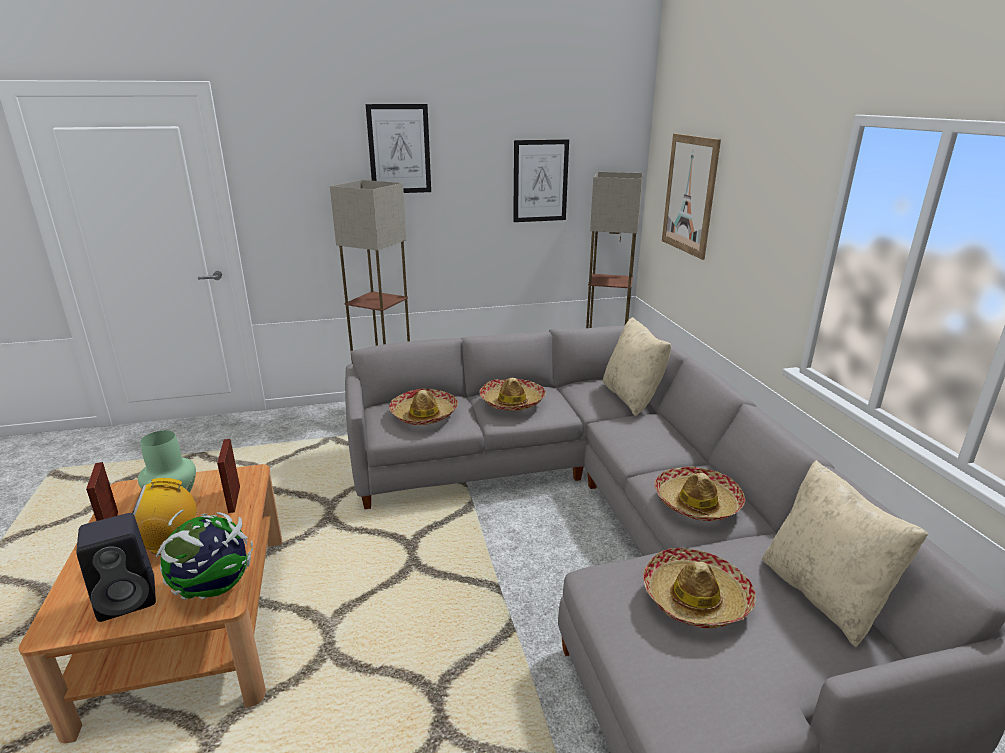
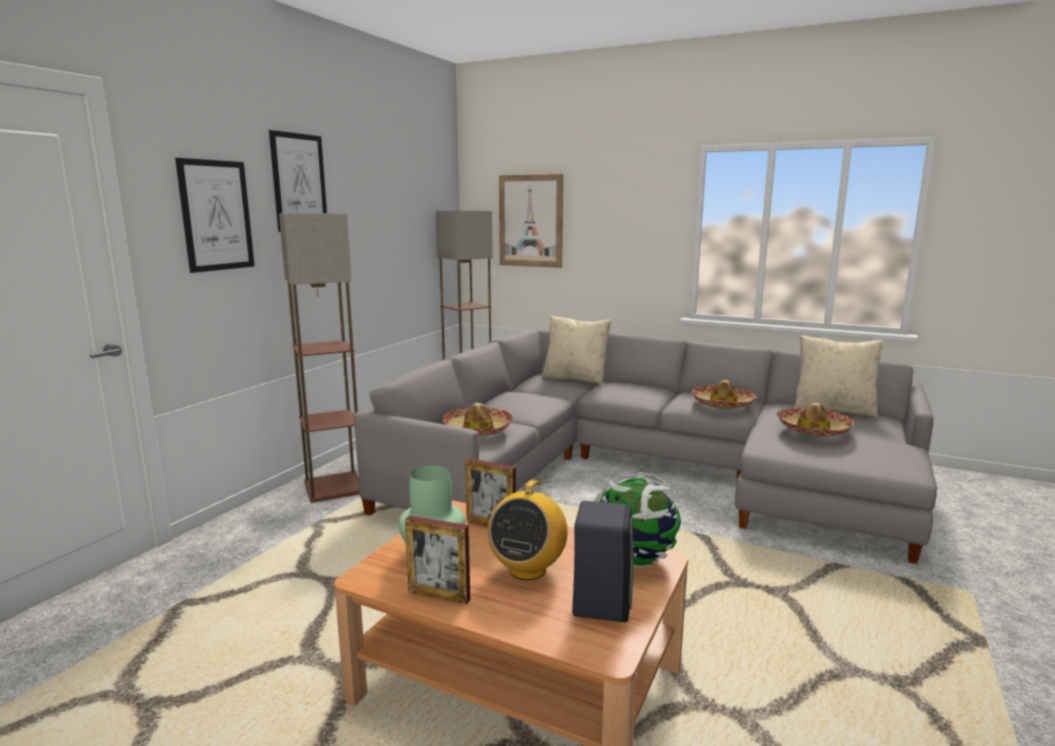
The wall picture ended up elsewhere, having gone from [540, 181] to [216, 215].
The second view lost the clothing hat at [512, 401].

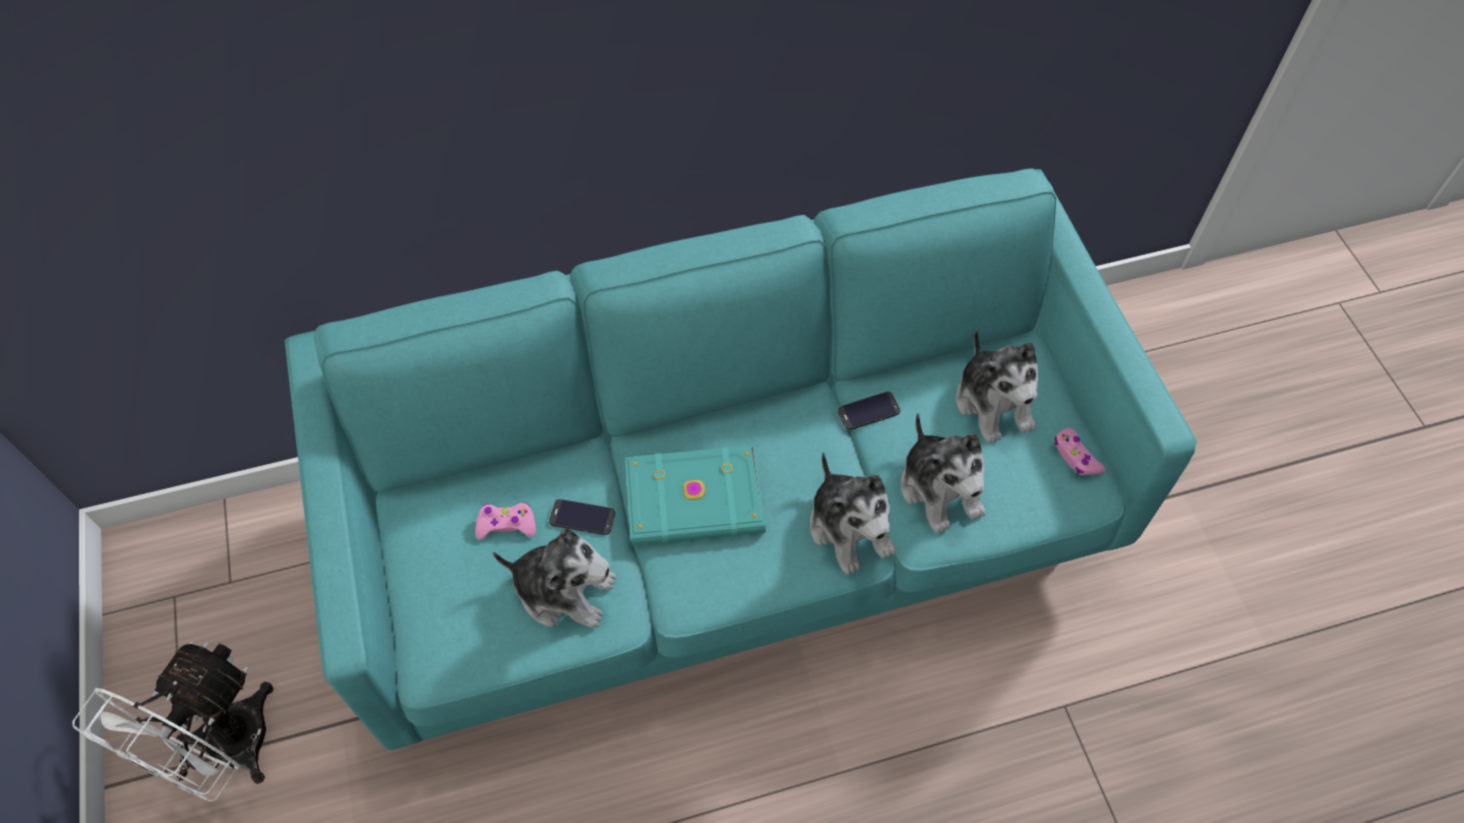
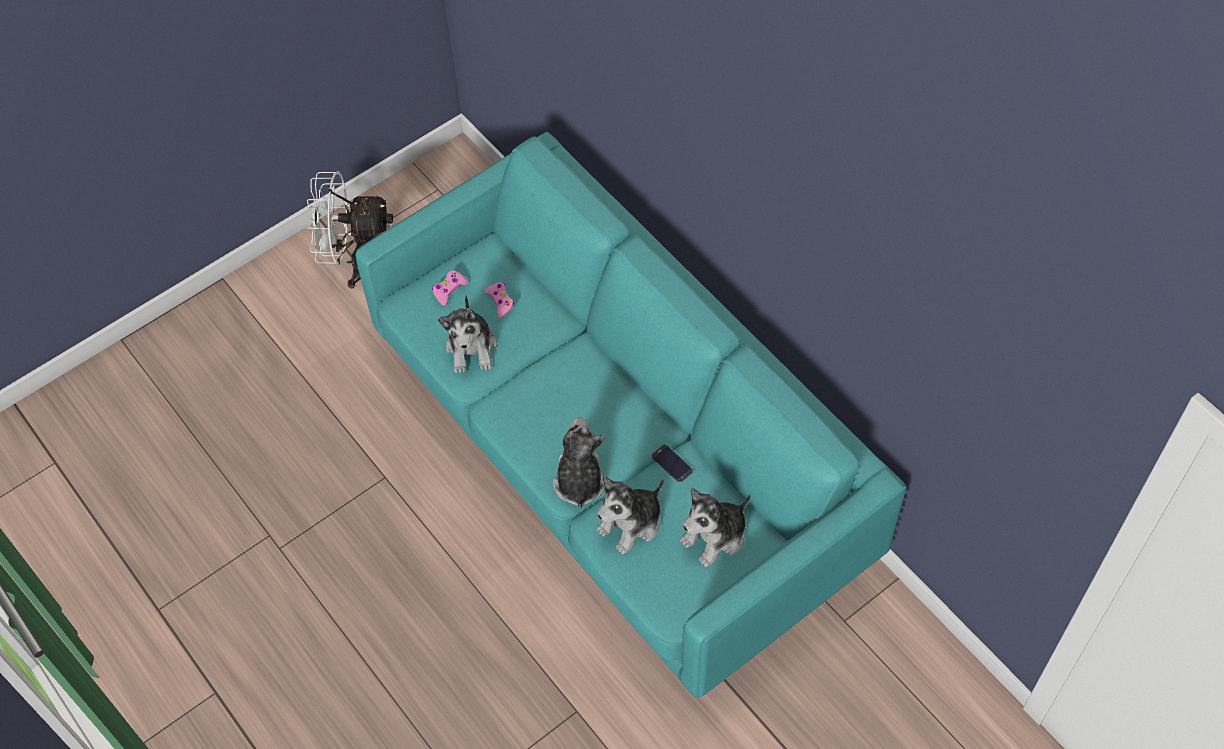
The pinkish gamepad ended up elsewhere, having gone from [1075, 457] to [449, 290].
The second view lost the blue-green volume at [695, 502].
The soft toy at [850, 528] ended up facing another way, 135 degrees clockwise from before.
The second view lost the telephone at [582, 517].

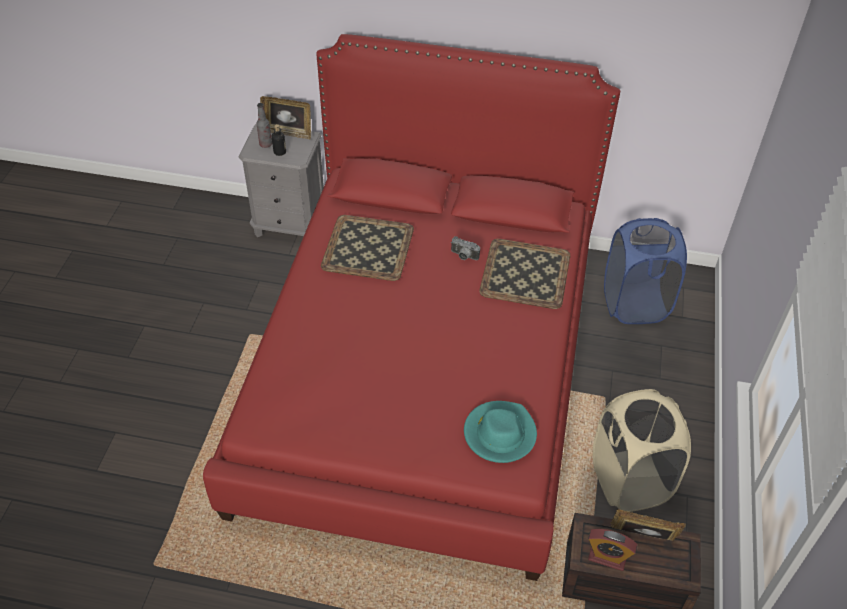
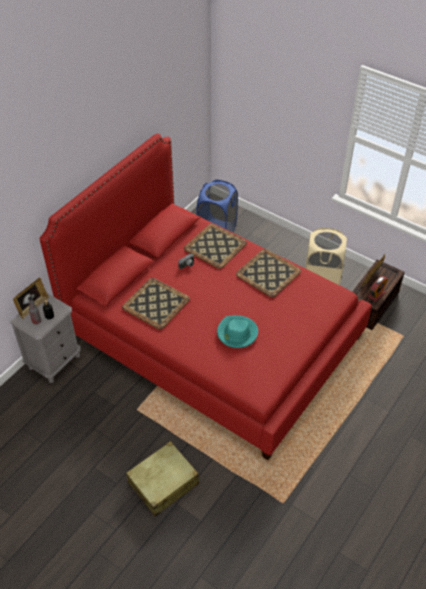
The blue-green clothing hat ended up elsewhere, having gone from [499, 434] to [237, 333].
The second view gained the tray at [267, 273].
The second view gained the sand-coloured piece of luggage at [164, 483].

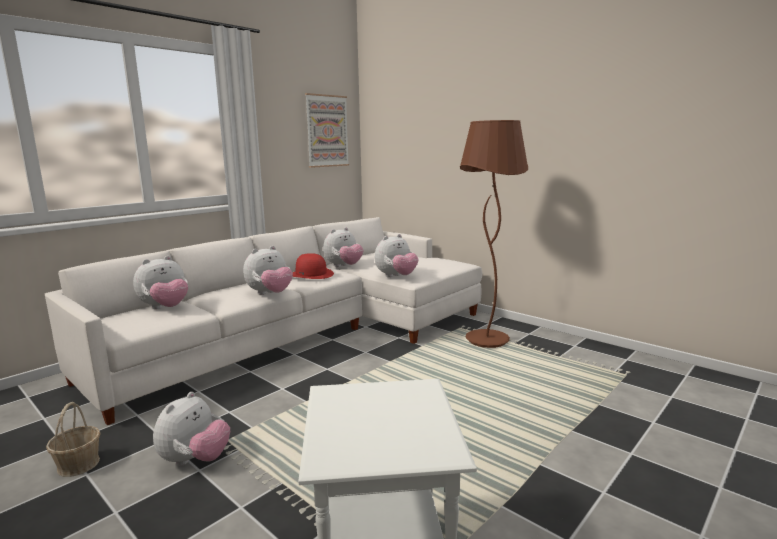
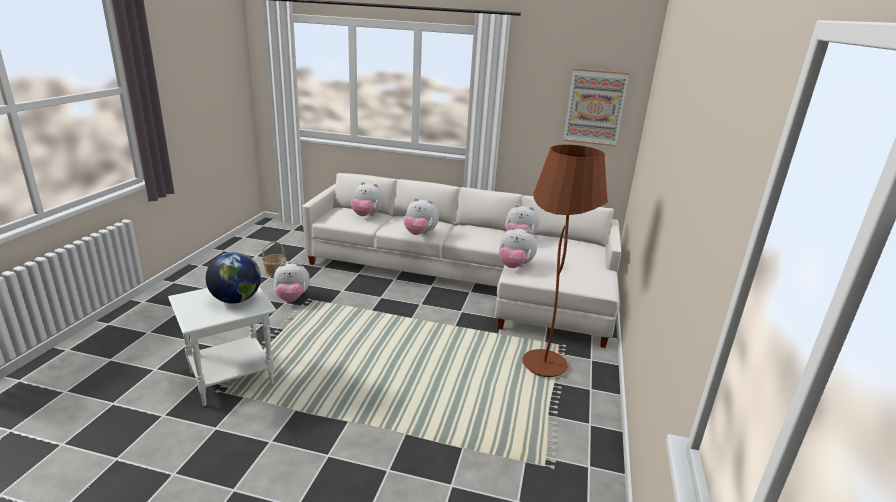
The second view lost the red clothing hat at [311, 274].
The second view gained the world globe at [236, 300].

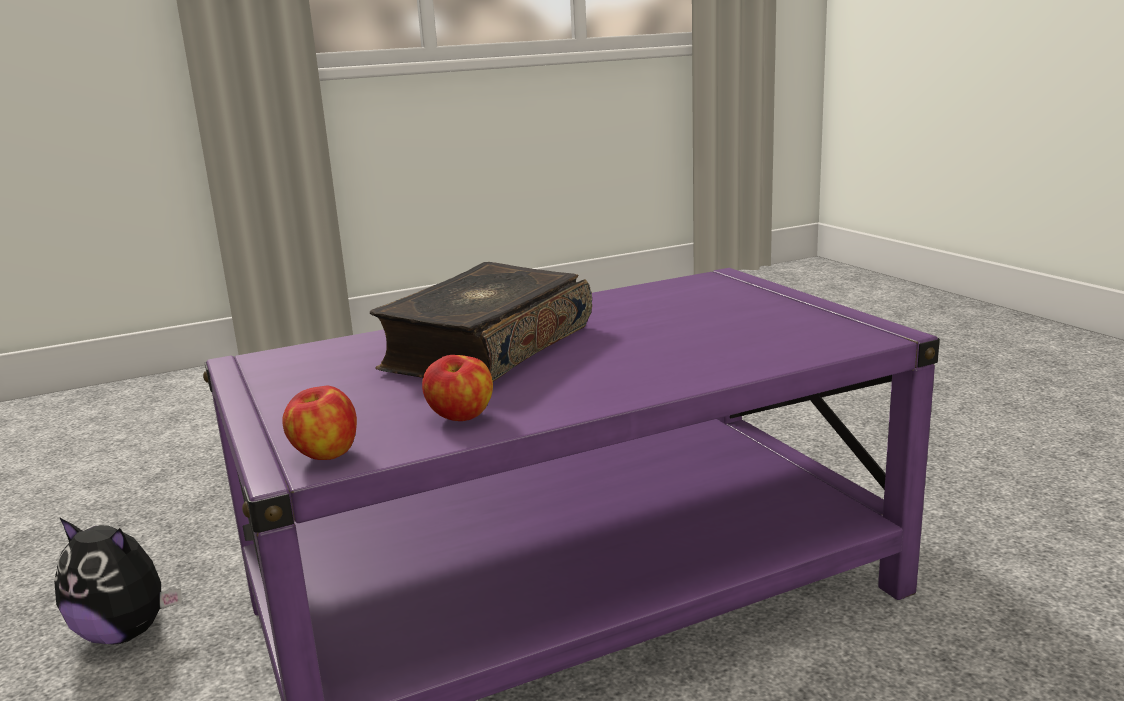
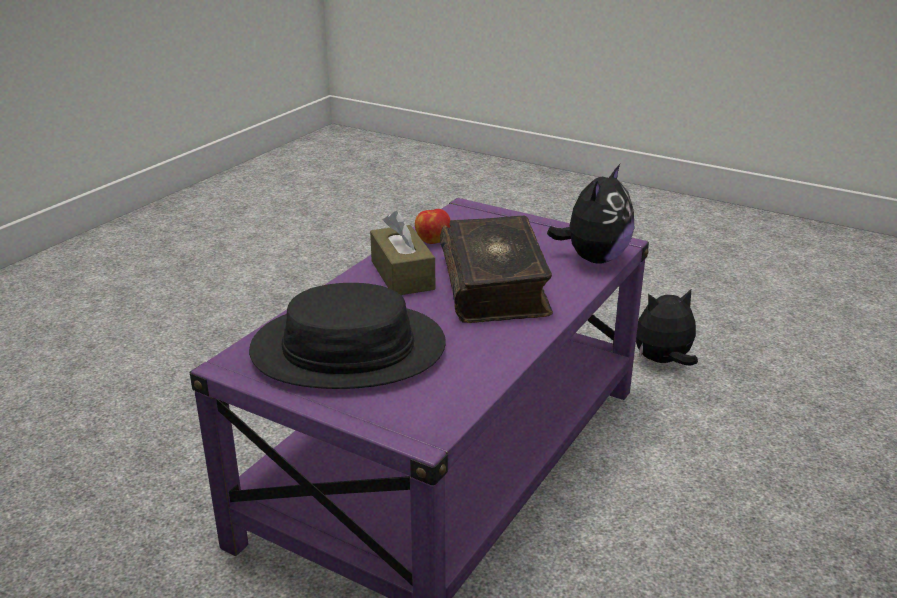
The second view lost the apple fruit at [325, 454].
The second view gained the soft toy at [594, 258].
The second view gained the brownish tissue holder at [402, 275].
The second view gained the blackish clothing hat at [348, 349].

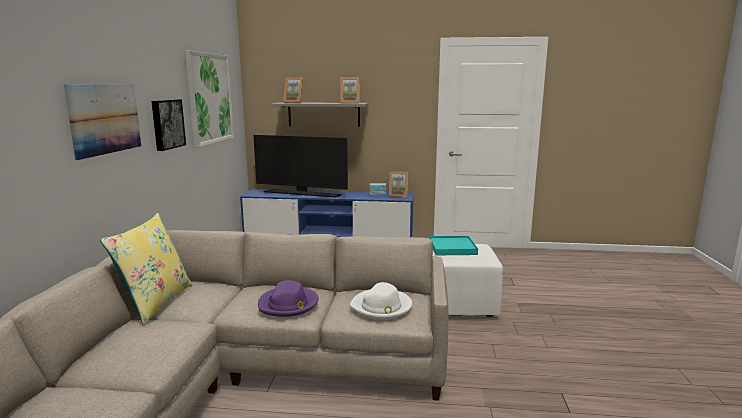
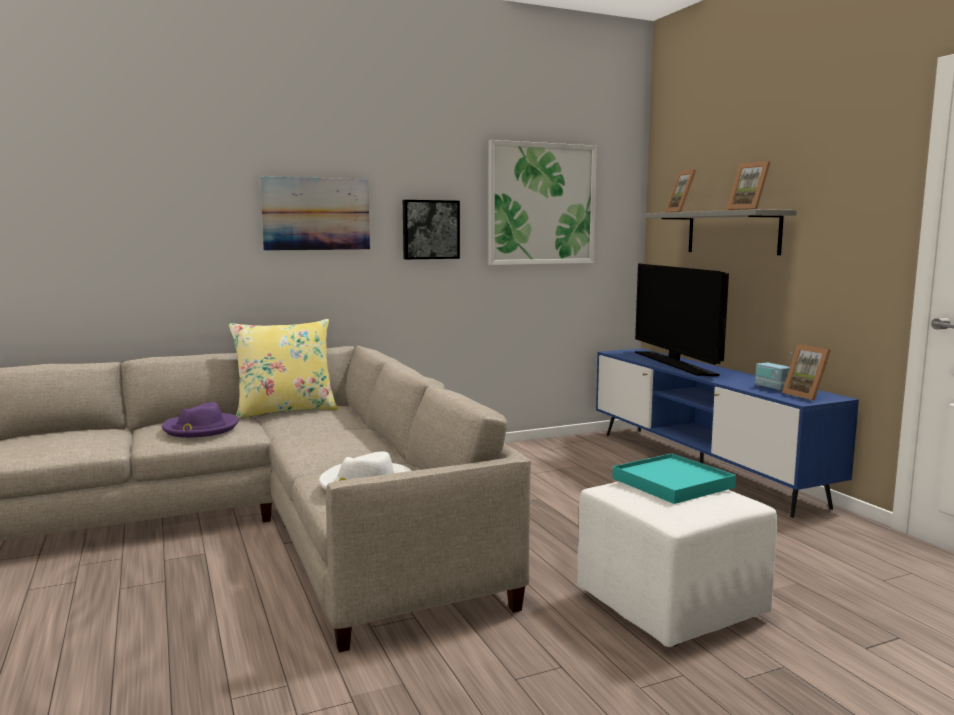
The purple clothing hat ended up elsewhere, having gone from [288, 304] to [200, 429].

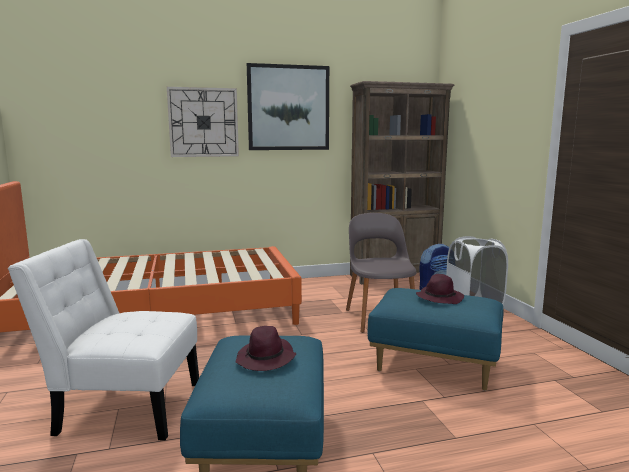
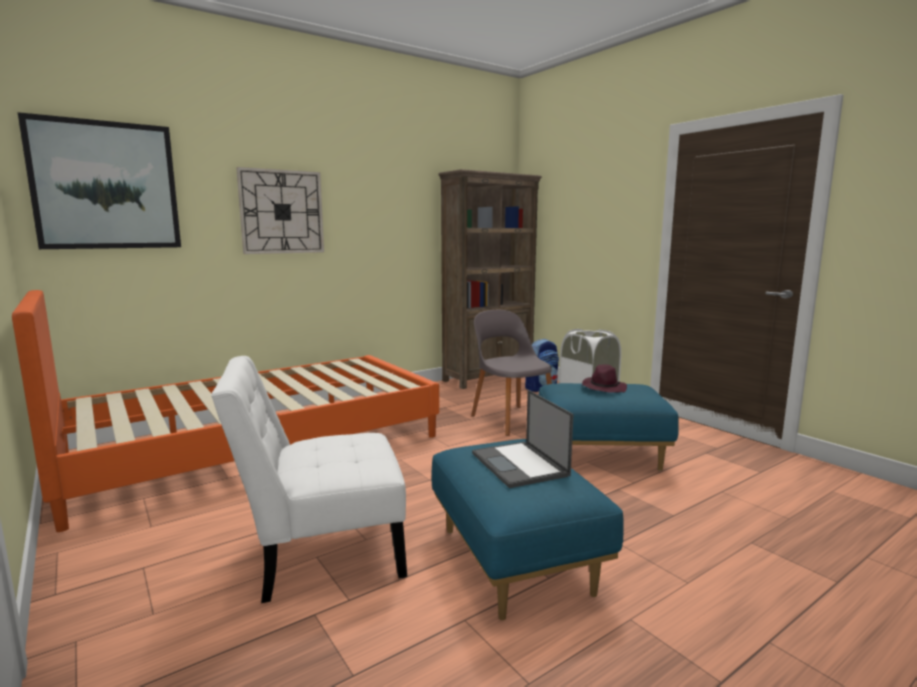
The wall picture ended up elsewhere, having gone from [288, 108] to [106, 186].
Where the purple clothing hat stood at [266, 359], the laptop came to stand at [520, 465].

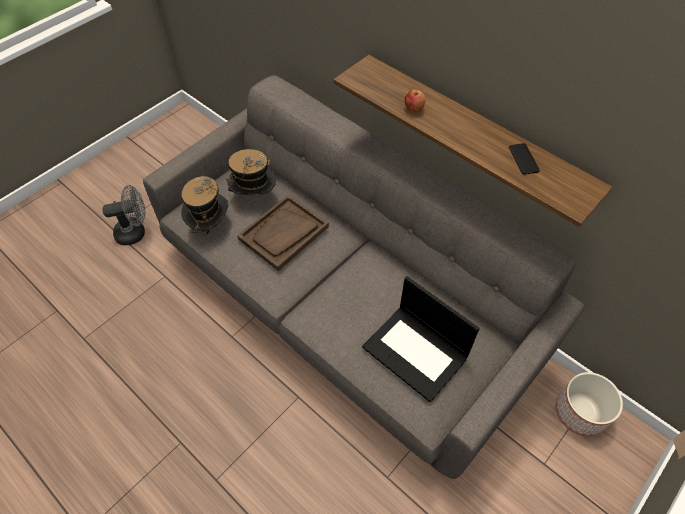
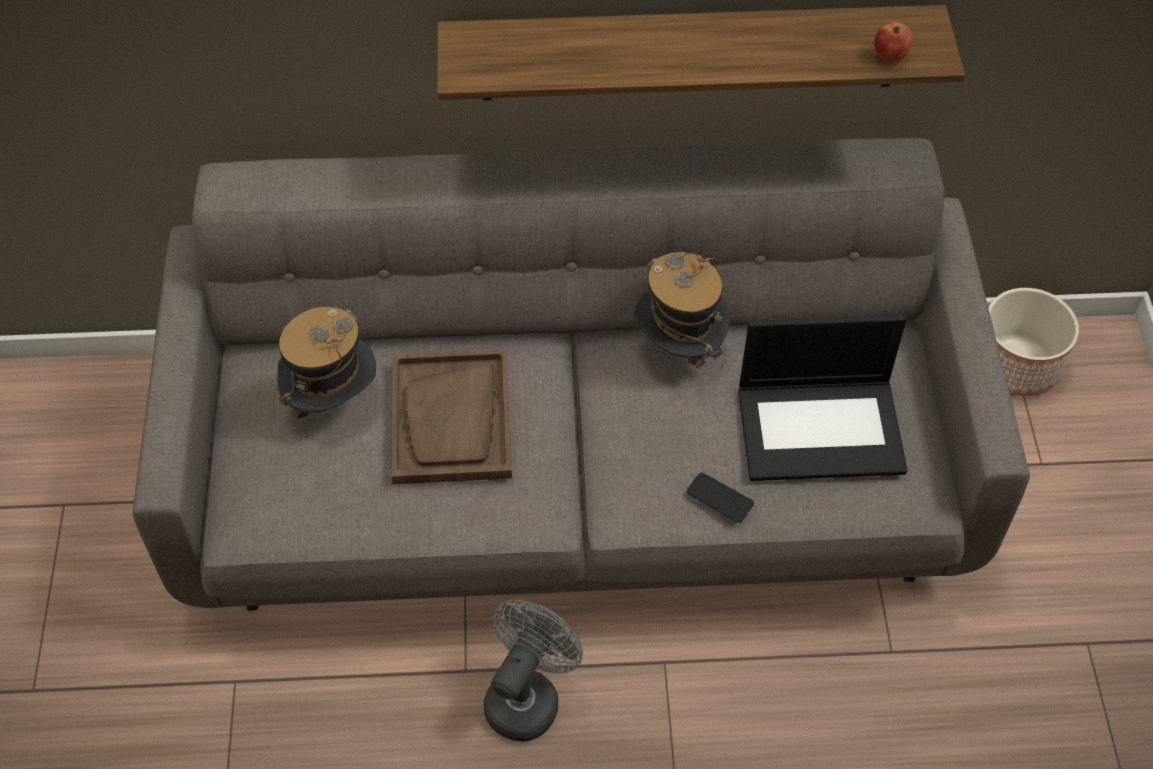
The apple fruit ended up elsewhere, having gone from [413, 109] to [890, 56].
The telephone ended up elsewhere, having gone from [523, 159] to [720, 498].
The clothing hat ended up elsewhere, having gone from [210, 226] to [679, 348].
The gray electric fan ended up elsewhere, having gone from [135, 232] to [527, 695].

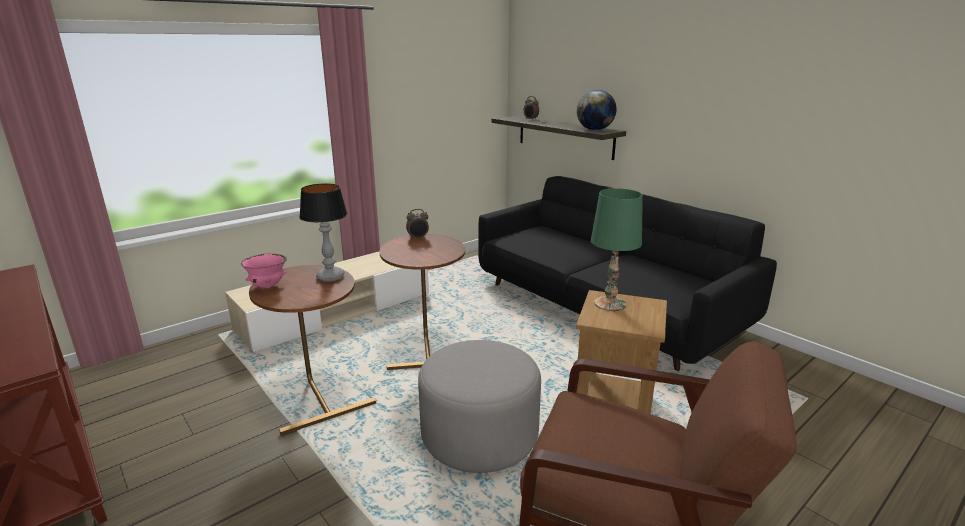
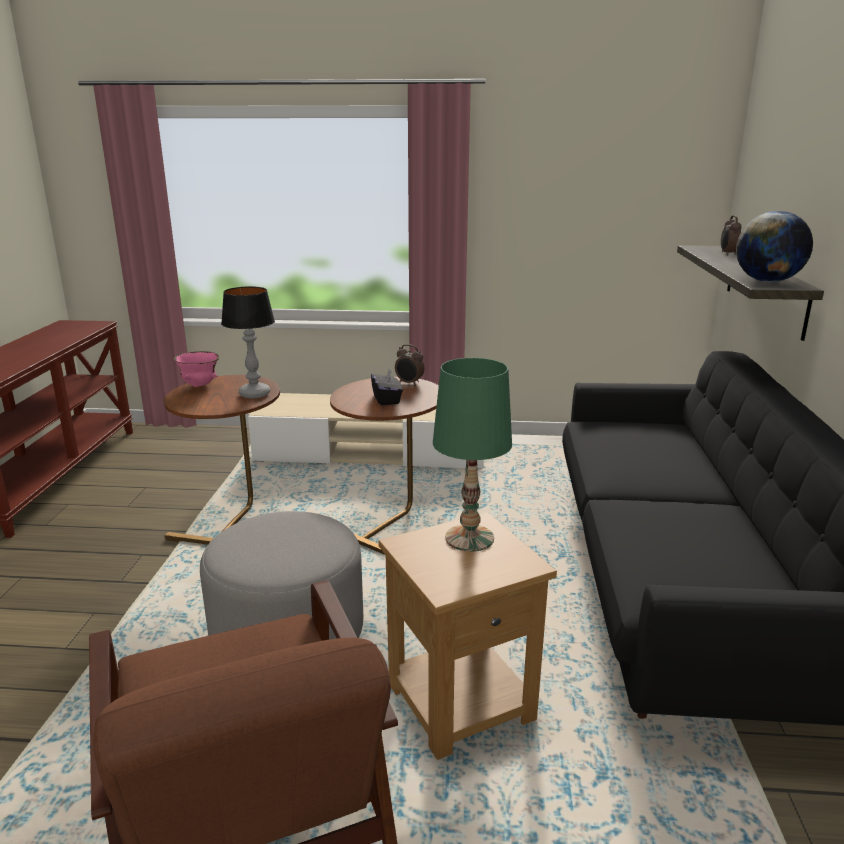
The second view gained the blackish tissue holder at [387, 399].

